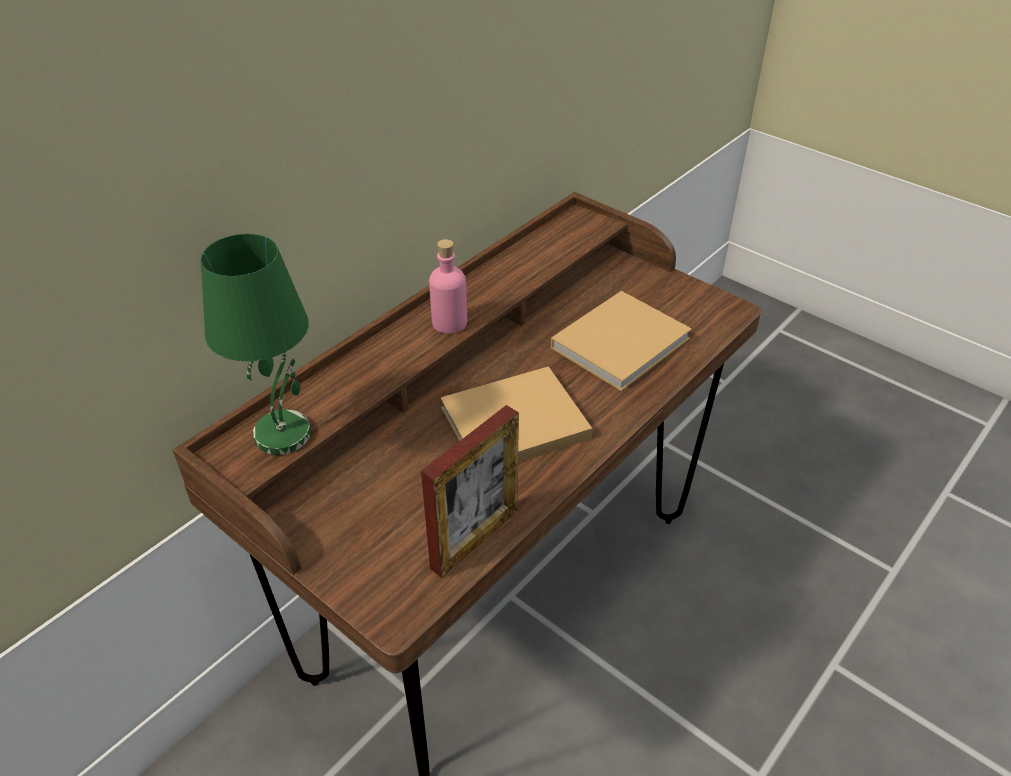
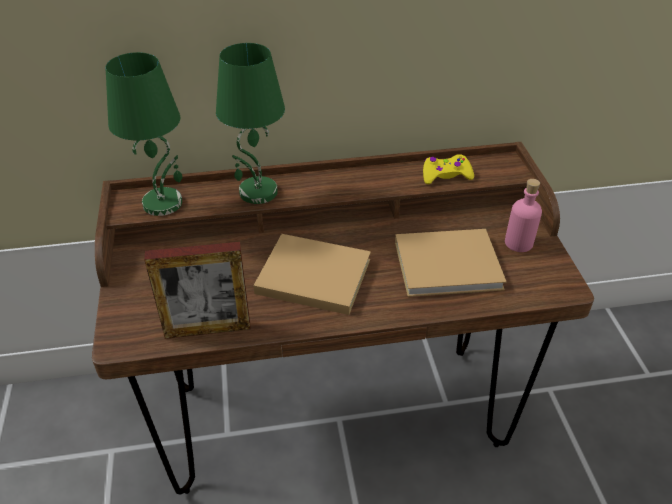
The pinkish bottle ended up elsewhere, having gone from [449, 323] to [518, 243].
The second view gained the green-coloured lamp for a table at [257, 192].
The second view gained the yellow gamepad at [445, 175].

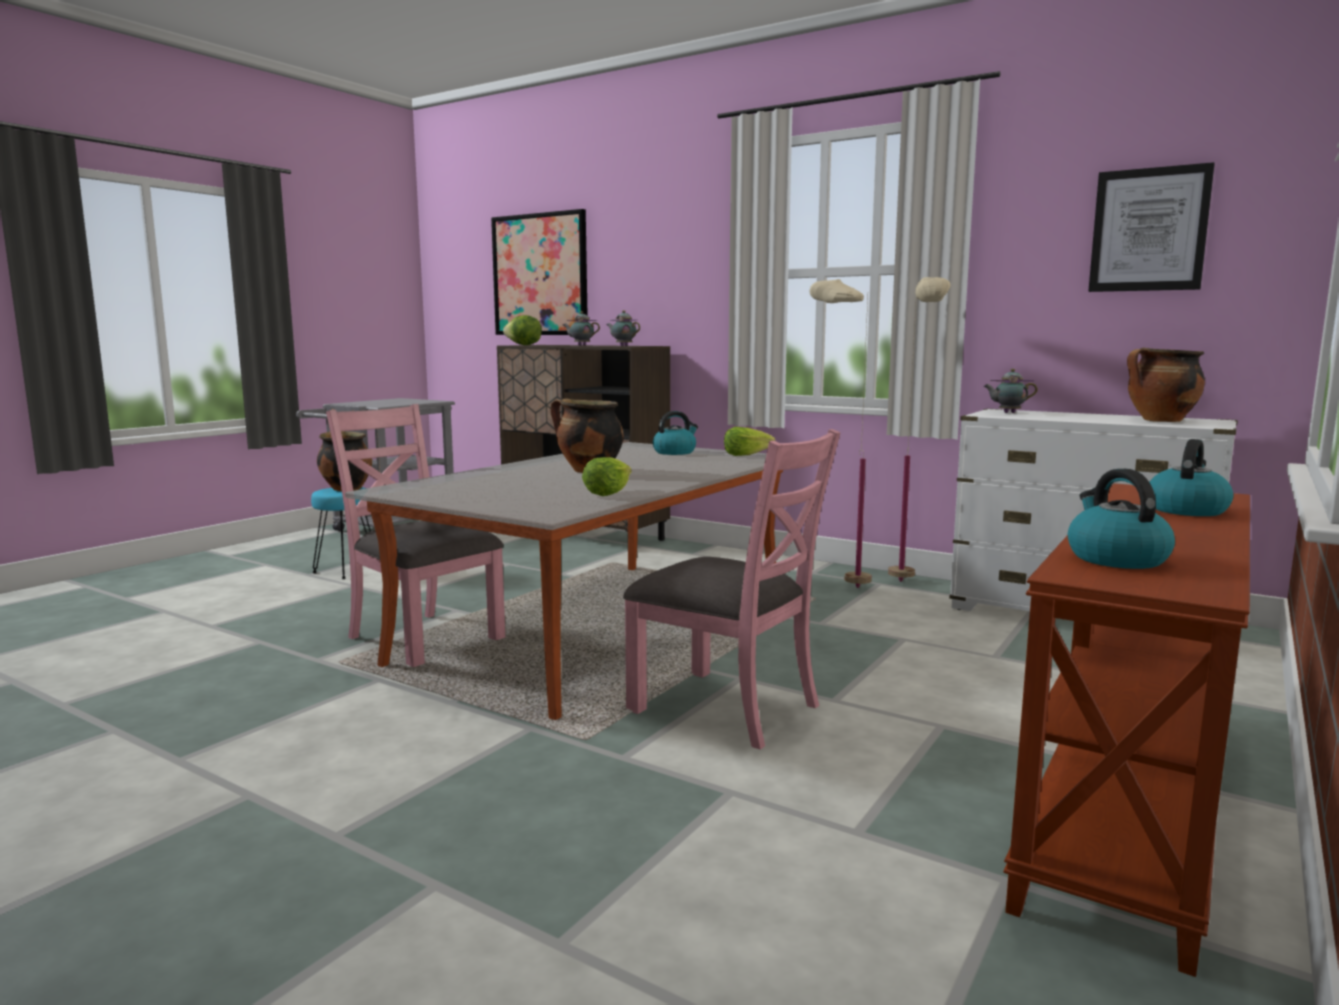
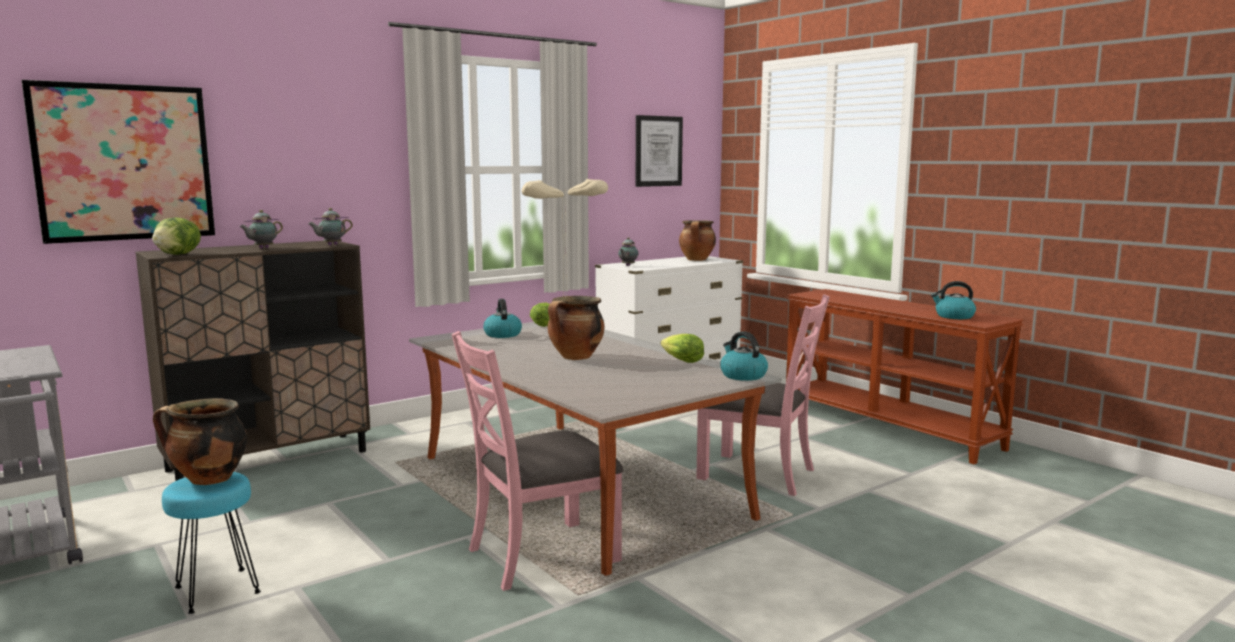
The pinkish chair at [727, 707] ended up facing another way, 60 degrees clockwise from before.
The kettle ended up elsewhere, having gone from [1186, 510] to [742, 375].

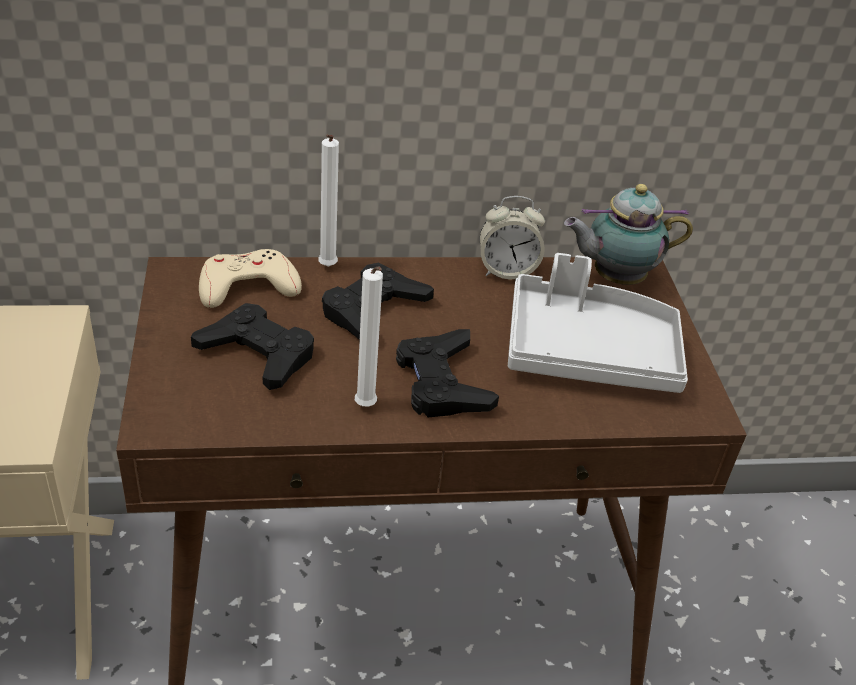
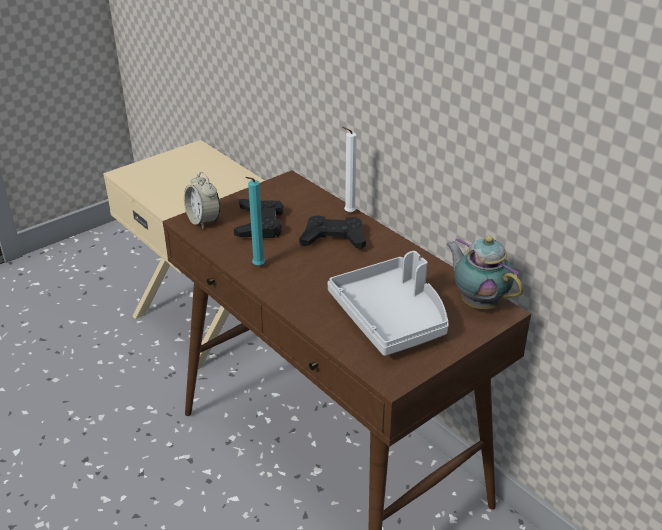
The bedside clock ended up elsewhere, having gone from [506, 270] to [203, 221].
The second view lost the sand-coloured gamepad at [247, 286].
What was the whitish wax light at [366, 408] turned into the blue-green wax light at [257, 267].
The second view lost the blackish gamepad at [442, 382].

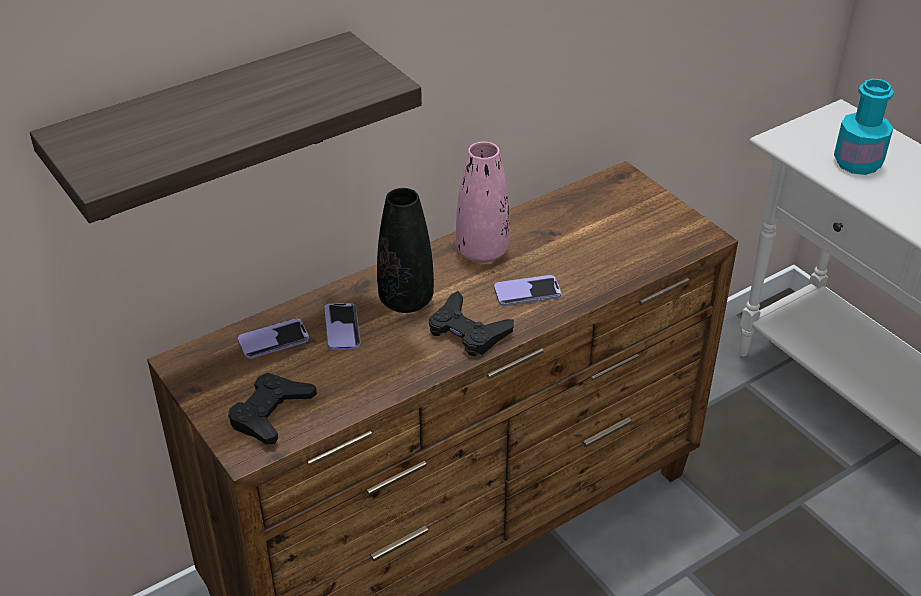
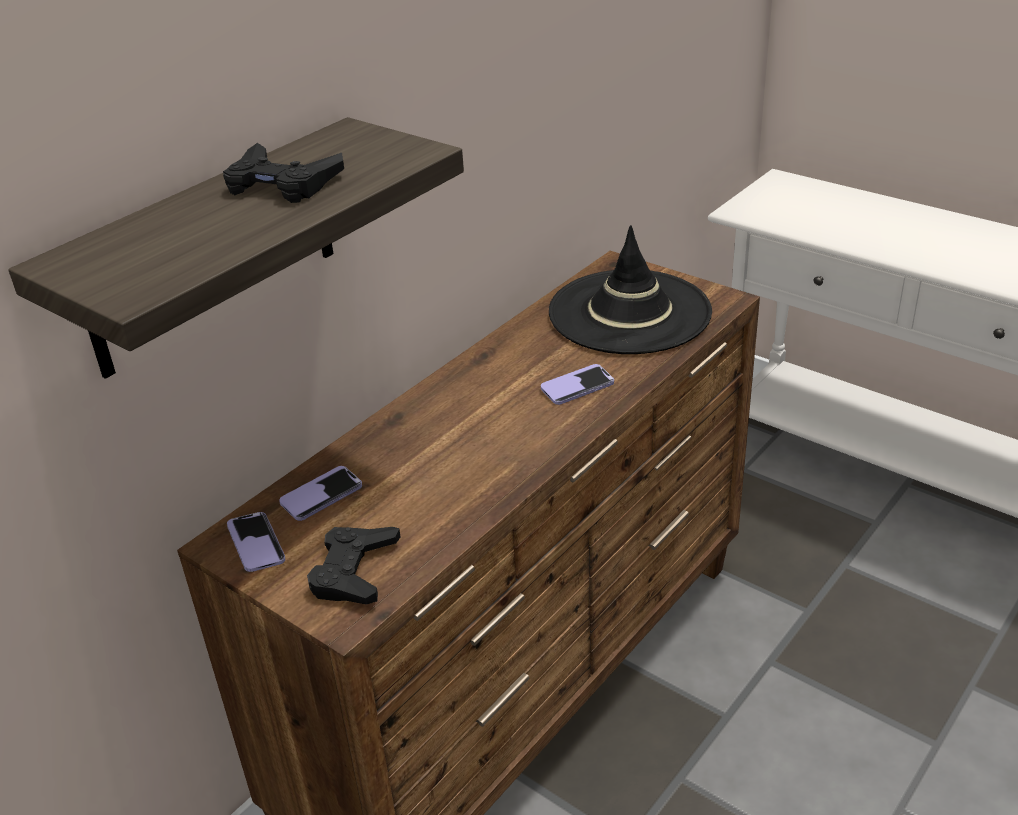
The second view lost the blue-green bottle at [857, 163].
The second view lost the pinkish flower vase at [482, 252].
The second view lost the blackish flower vase at [406, 301].
The blackish gamepad ended up elsewhere, having gone from [467, 331] to [282, 183].
The telephone ended up elsewhere, having gone from [342, 328] to [256, 543].
The second view gained the blackish clothing hat at [629, 312].

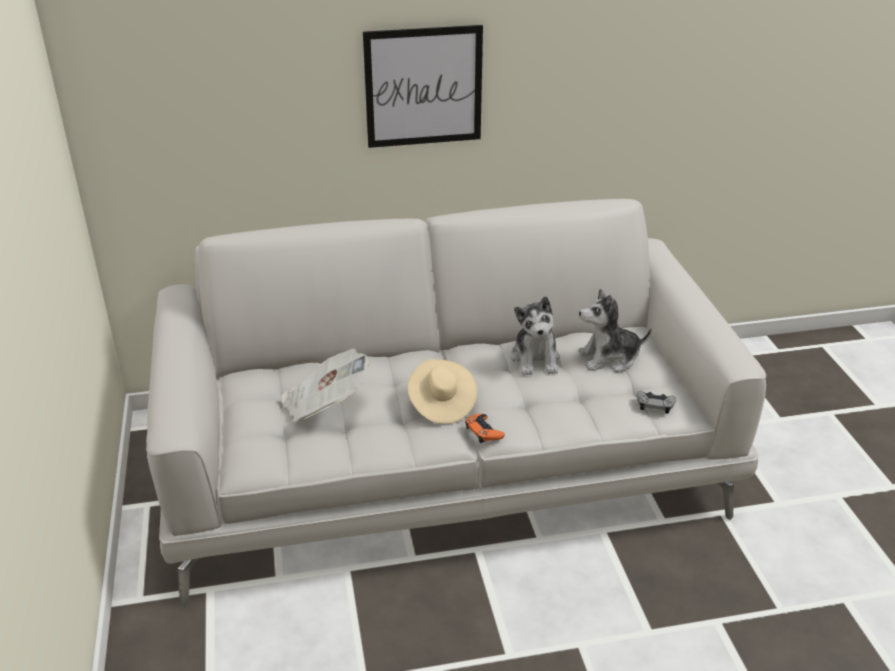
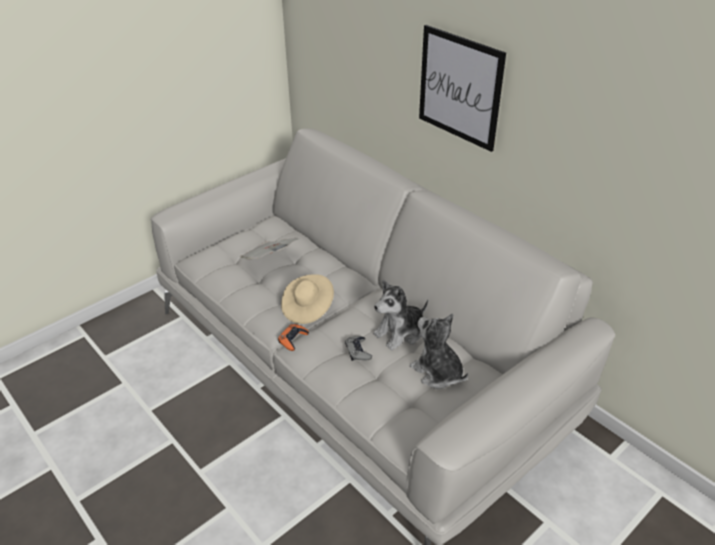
The gray gamepad ended up elsewhere, having gone from [655, 404] to [358, 351].

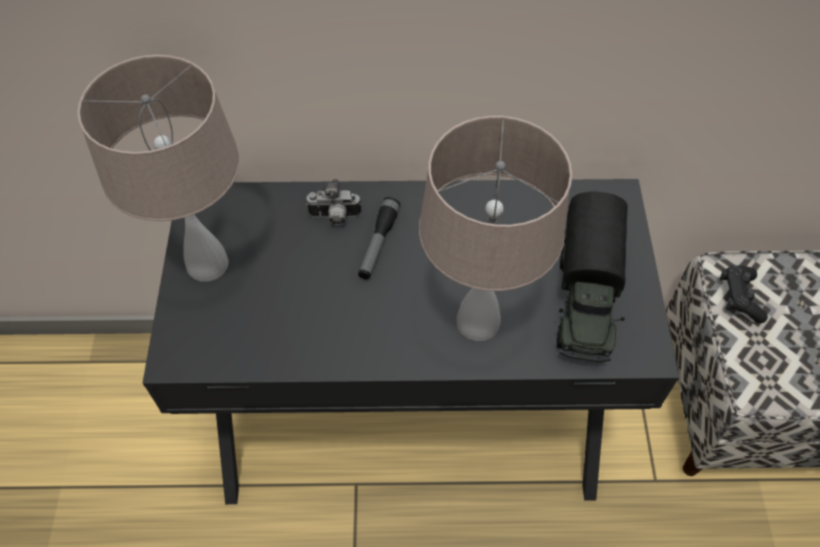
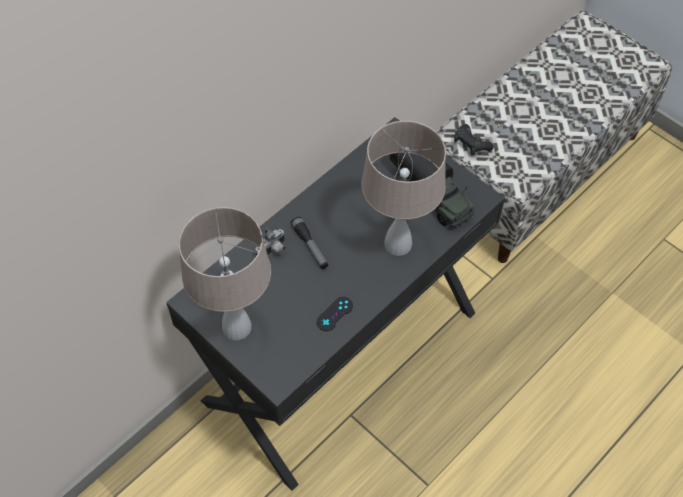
The second view gained the blackish gamepad at [334, 314].

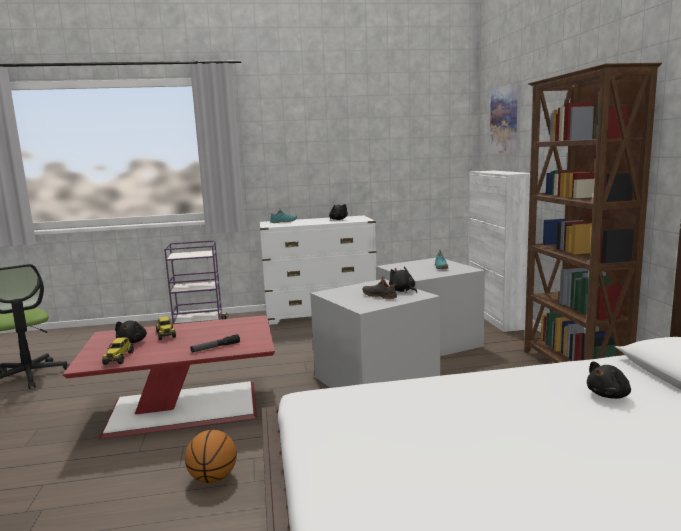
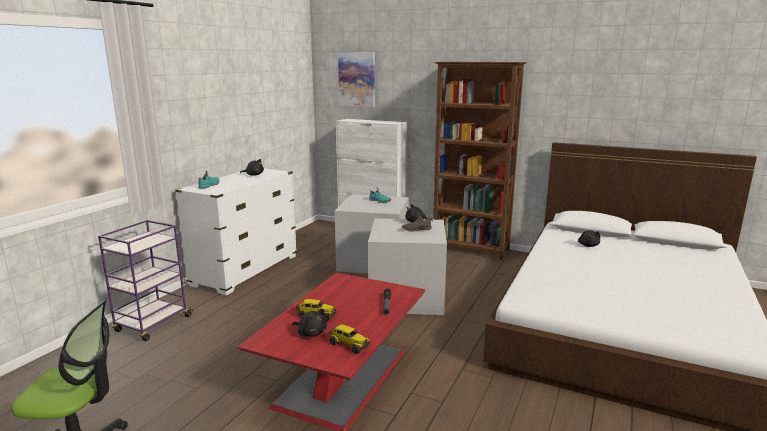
The second view lost the basketball at [213, 478].

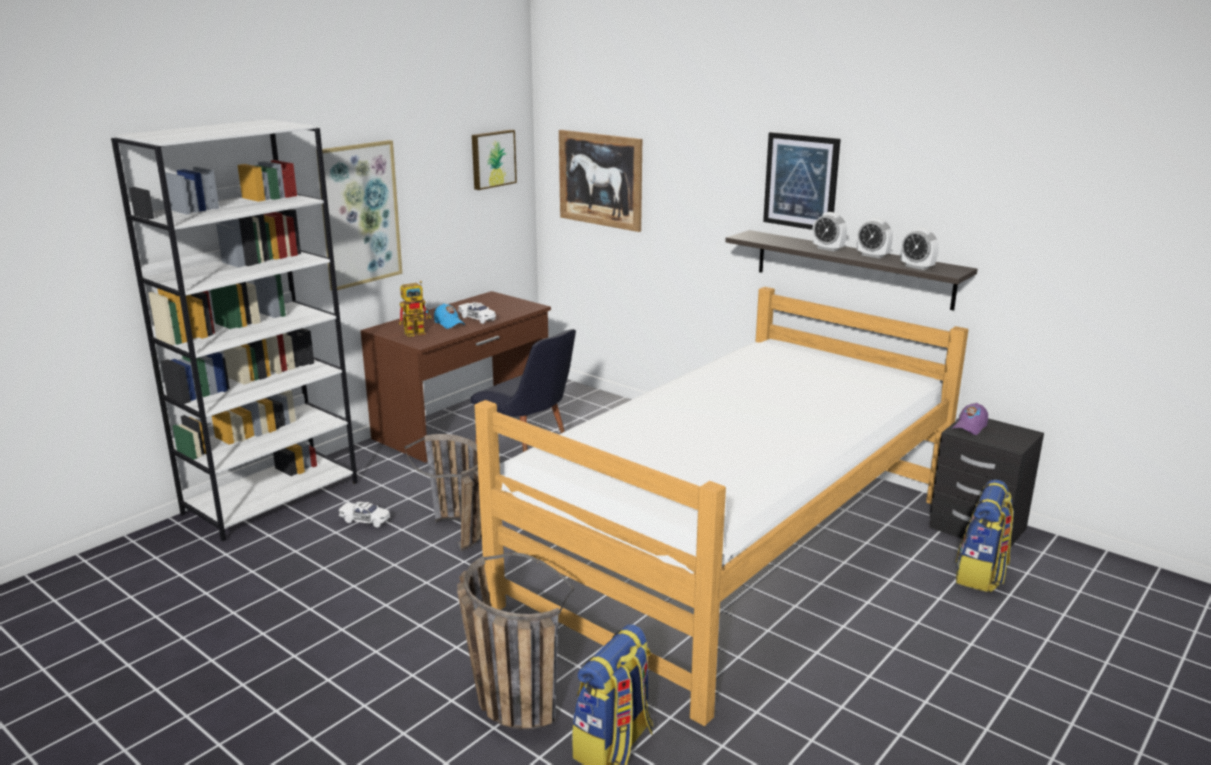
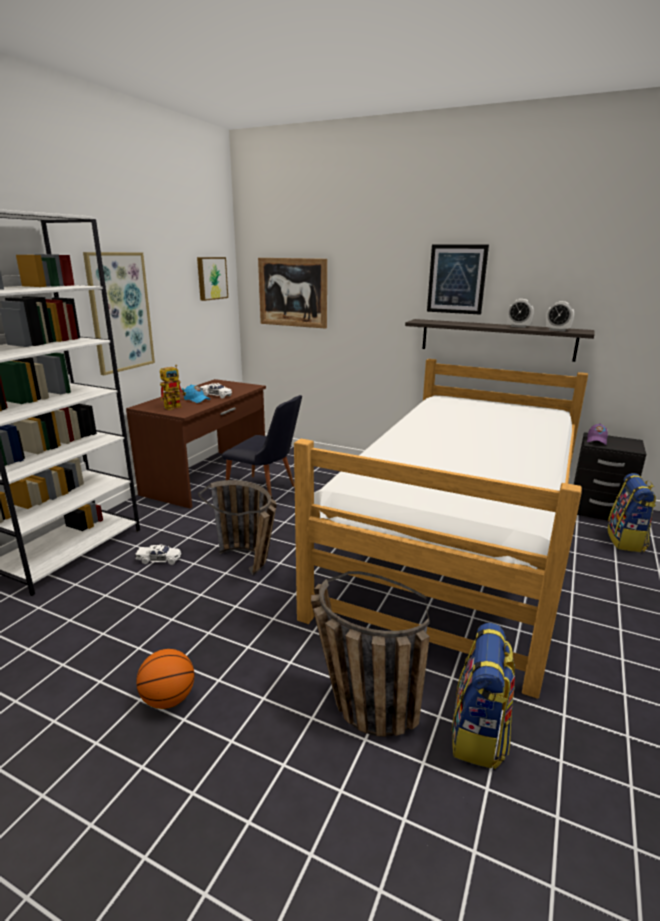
The second view lost the bedside clock at [828, 249].
The second view gained the basketball at [168, 699].

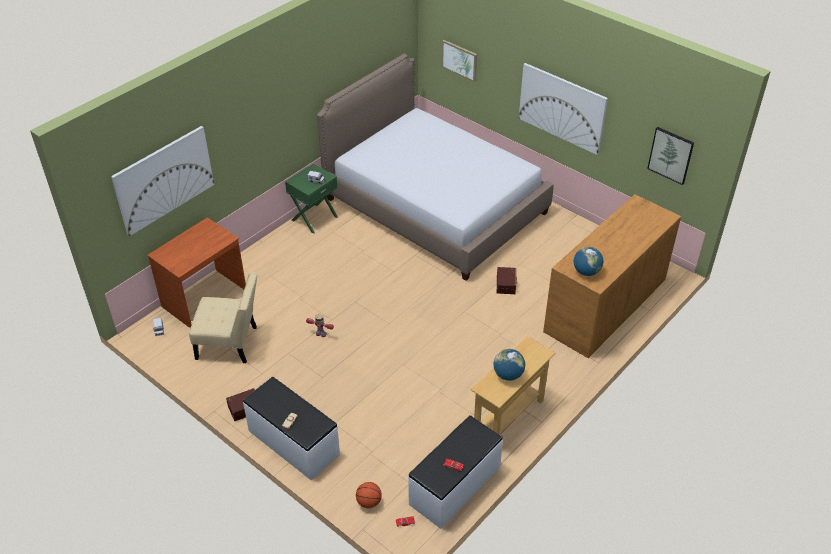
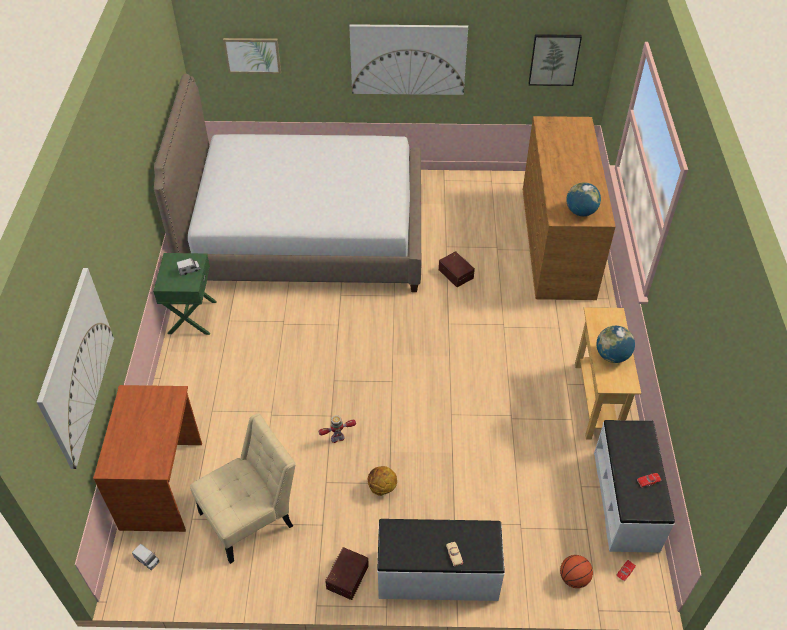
The second view gained the basketball at [381, 488].

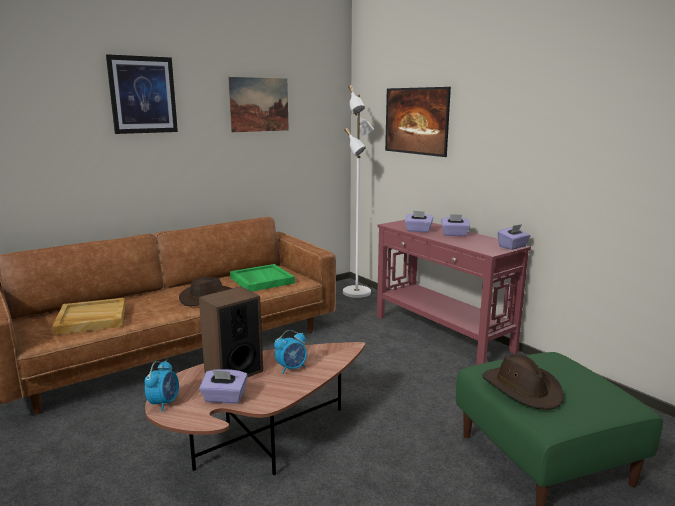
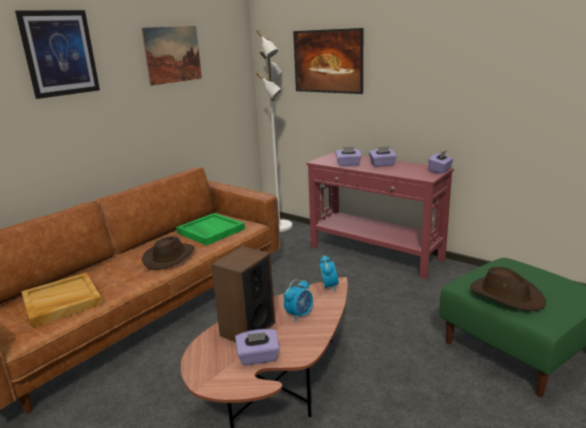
The bedside clock ended up elsewhere, having gone from [164, 403] to [329, 286].

